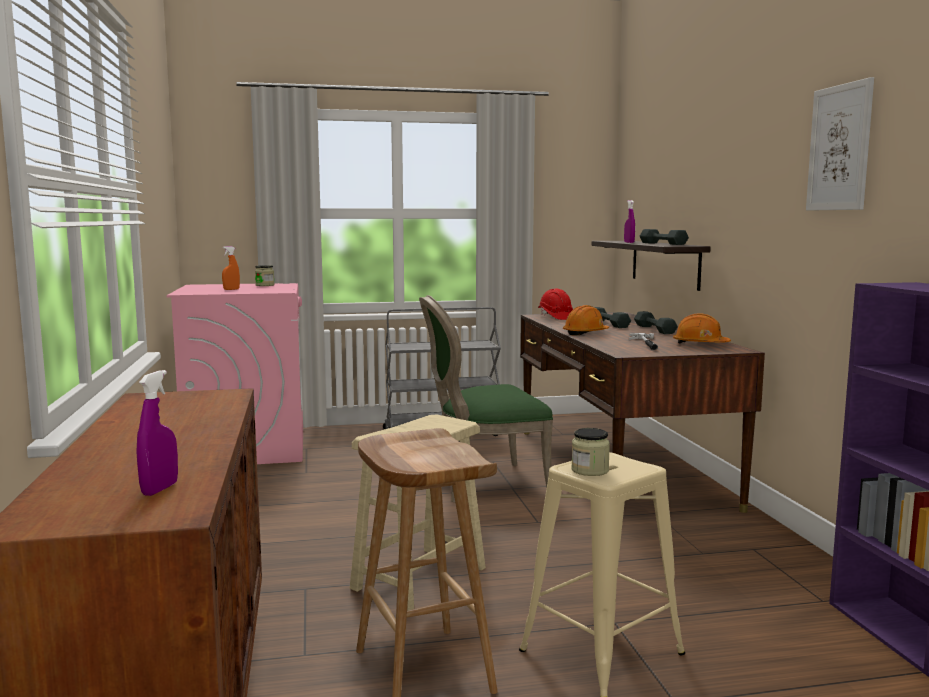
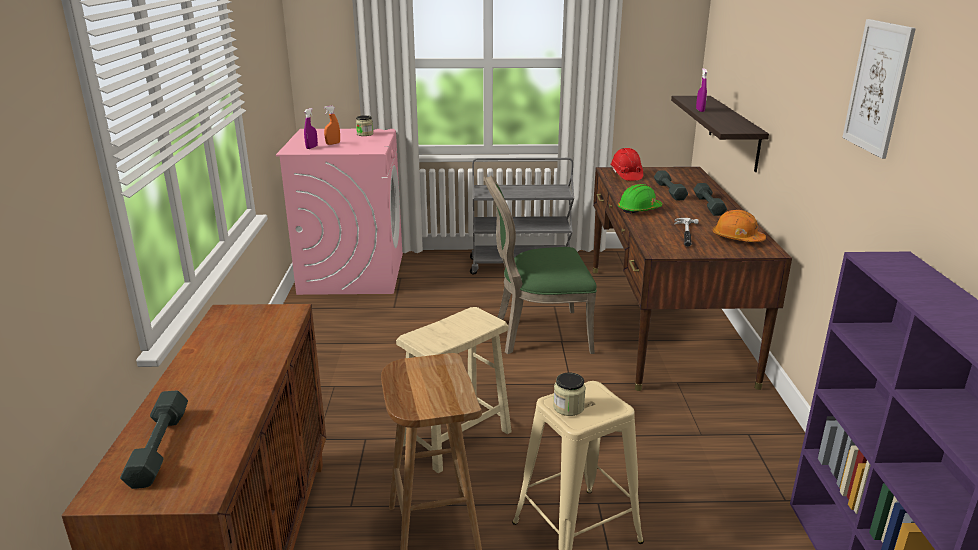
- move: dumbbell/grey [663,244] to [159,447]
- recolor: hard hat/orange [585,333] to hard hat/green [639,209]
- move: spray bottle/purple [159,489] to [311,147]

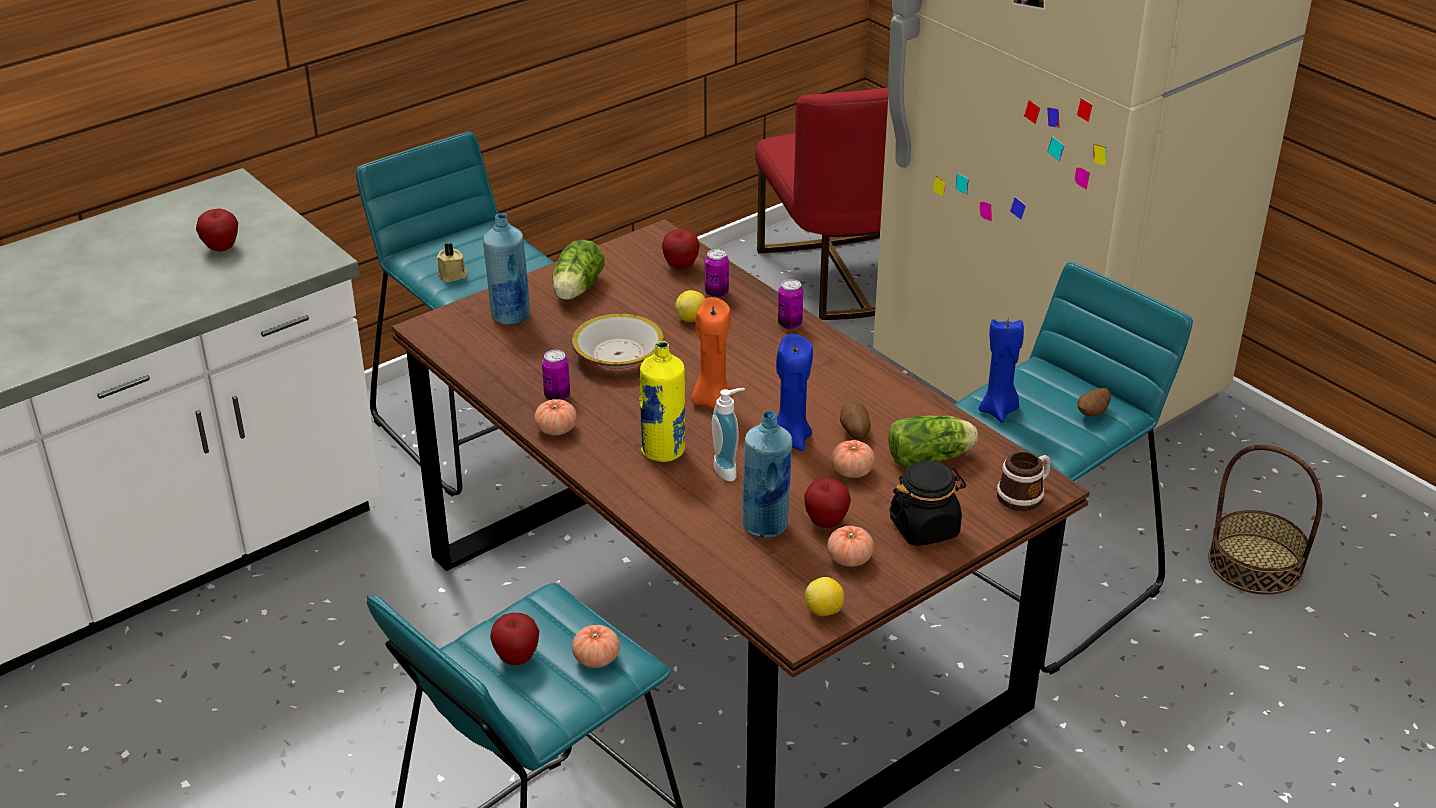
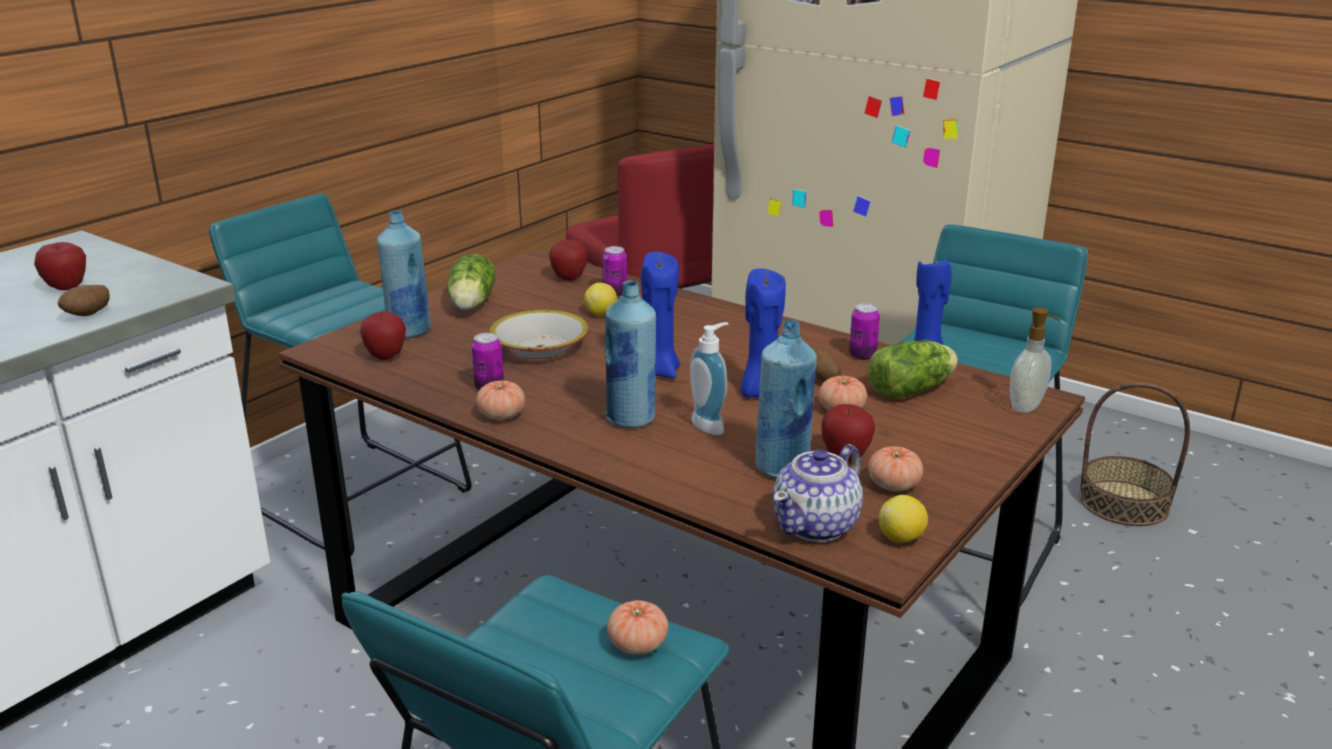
- delete: candle/beige [453,275]
- move: can [789,324] to [862,355]
- recolor: candle/orange [711,400] to candle/blue [658,372]
- recolor: bottle/yellow [663,451] to bottle/blue [631,419]
- move: potato [1092,414] to [88,315]
- replace: mug [1025,495] to soap dispenser [1027,407]
- delete: jar/black [925,528]
- move: apple [517,658] to [386,356]
- insert: teapot [817,525]

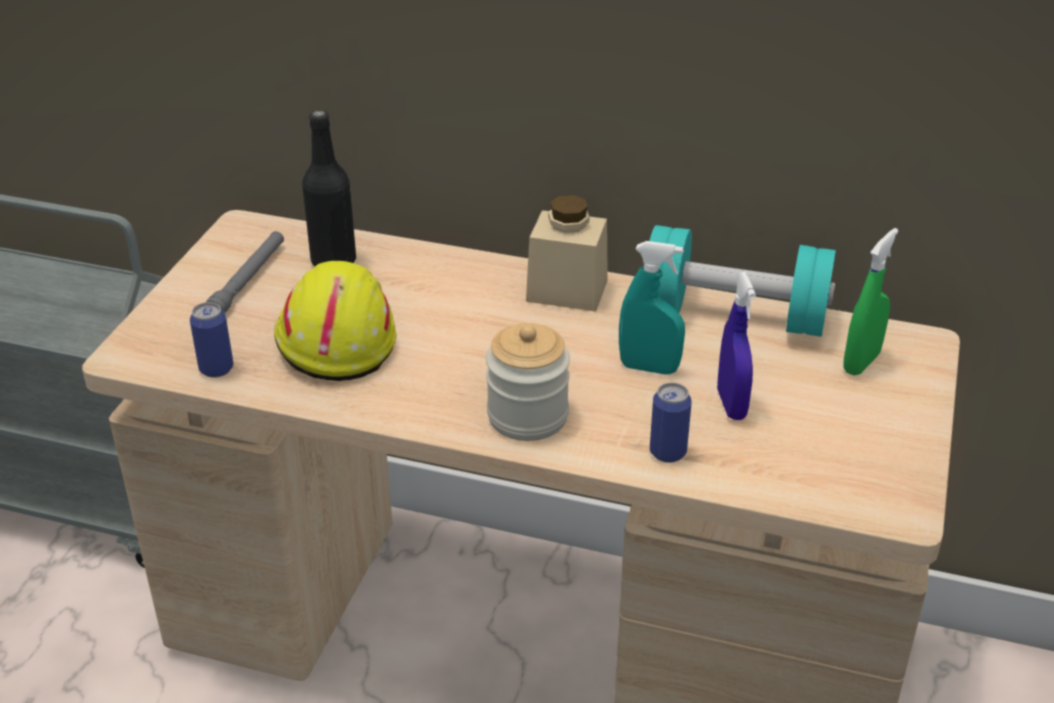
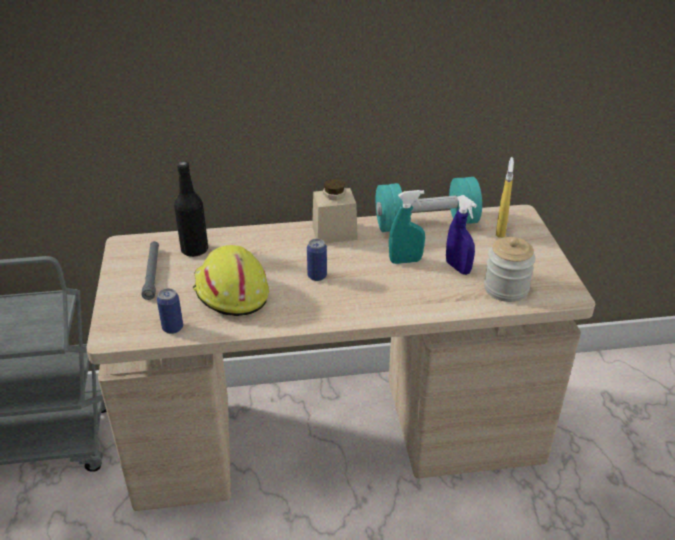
- recolor: spray bottle/green [861,362] to spray bottle/yellow [500,230]
- move: jar [527,416] to [506,288]
- move: can [667,452] to [317,276]

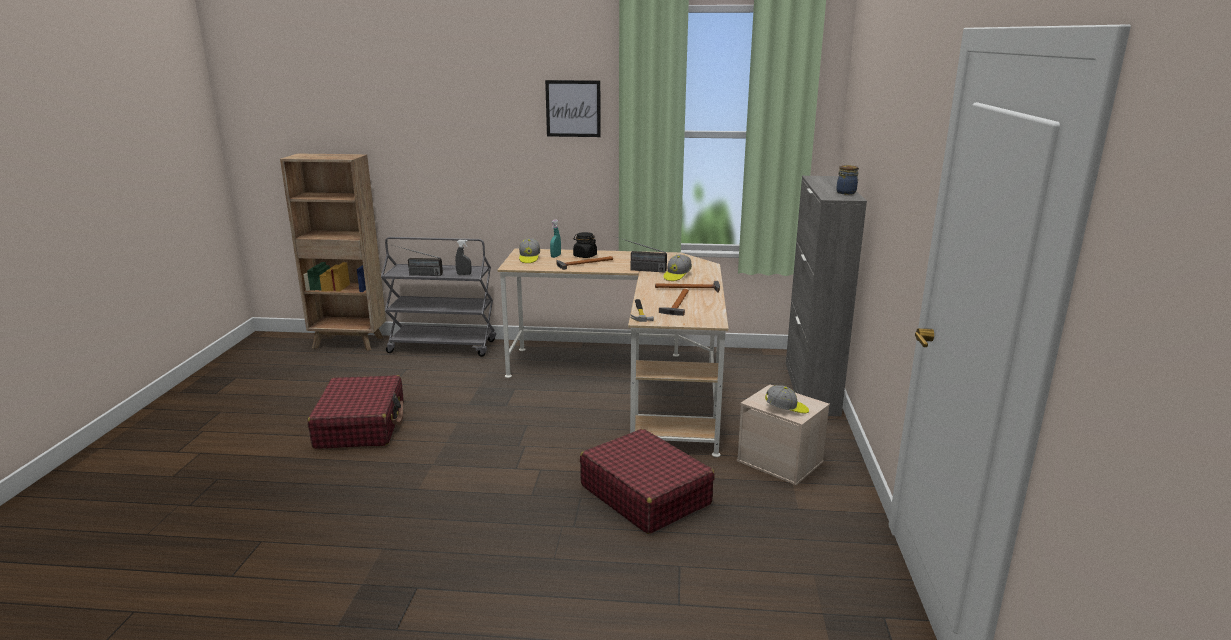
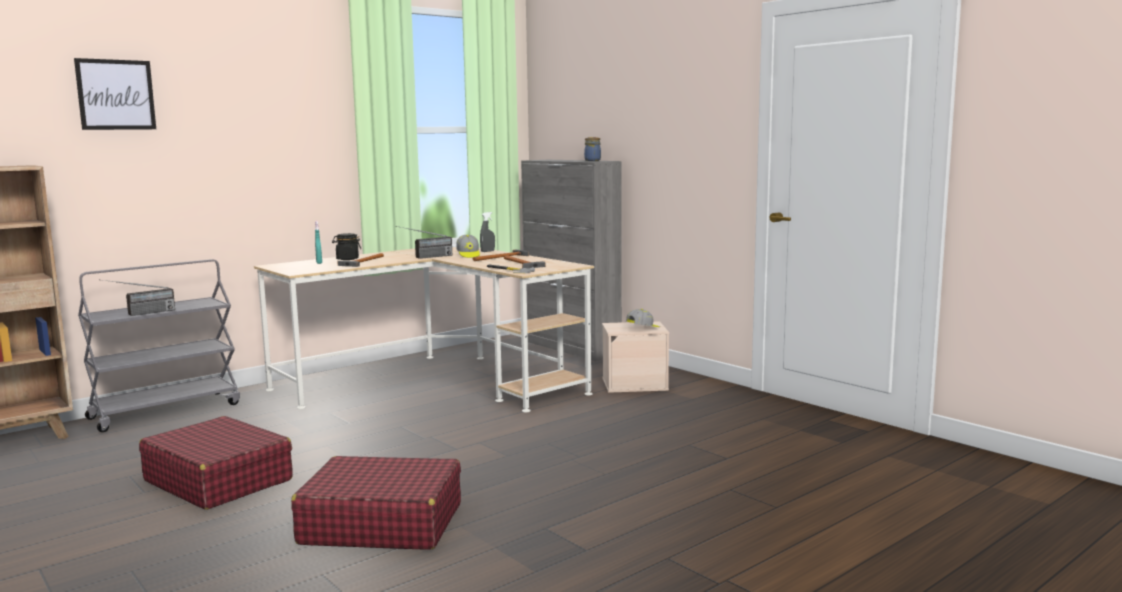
- move: picture [573,108] to [116,94]
- delete: cap [529,258]
- move: spray bottle/grey [464,274] to [487,251]
- move: suitcase/red [645,494] to [381,524]

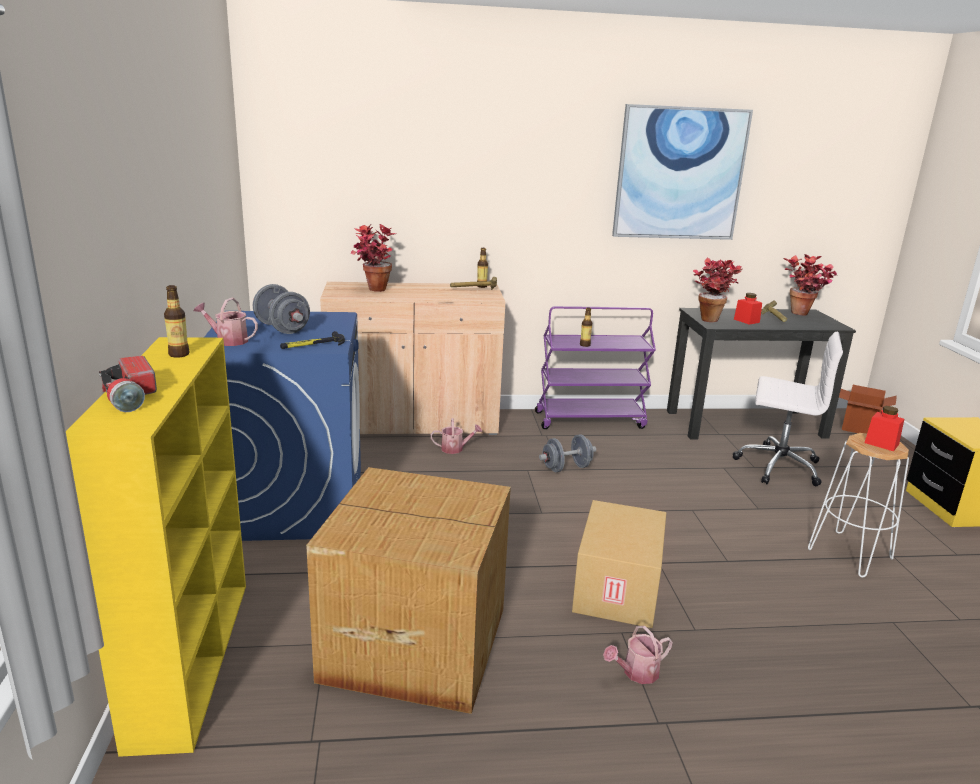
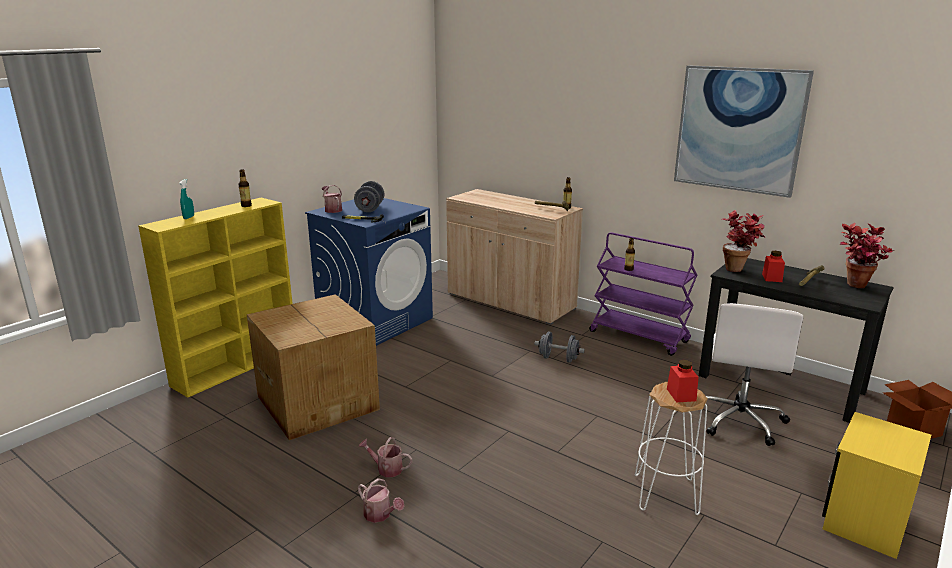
- delete: potted plant [372,291]
- rotate: office chair/white [777,466] = [739,420] 45 degrees clockwise
- replace: flashlight [130,396] to spray bottle/turquoise [189,217]
- move: watering can [455,449] to [380,515]
- delete: cardboard box [615,587]

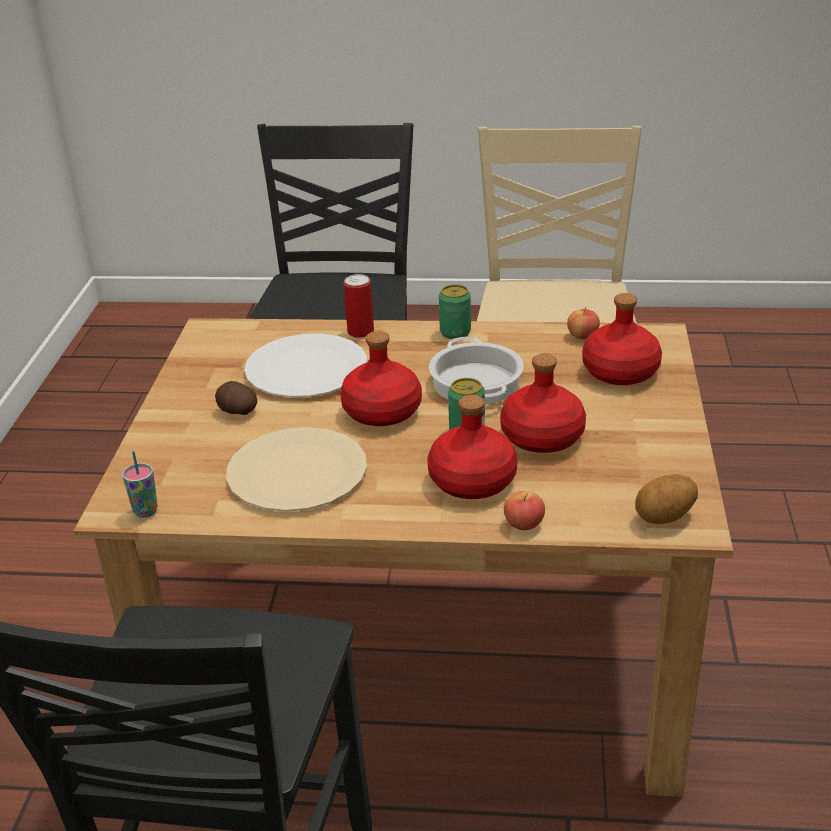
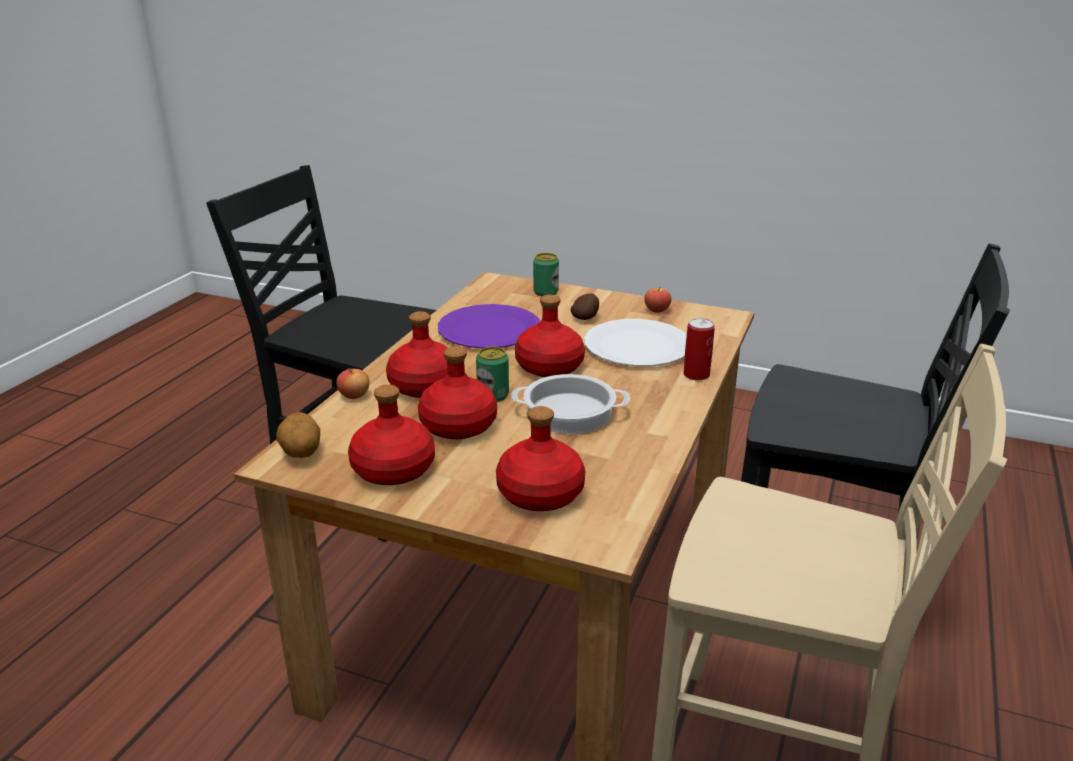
- move: can [455,332] to [545,292]
- move: apple [582,336] to [657,310]
- recolor: plate/beige [297,473] to plate/purple [489,330]
- delete: cup [145,511]
- insert: bottle/red [392,469]

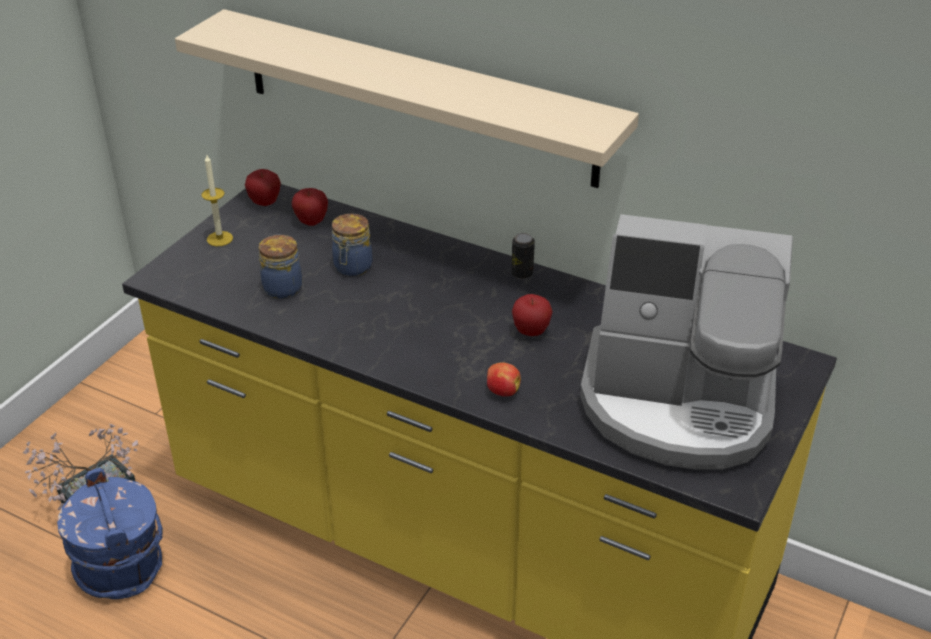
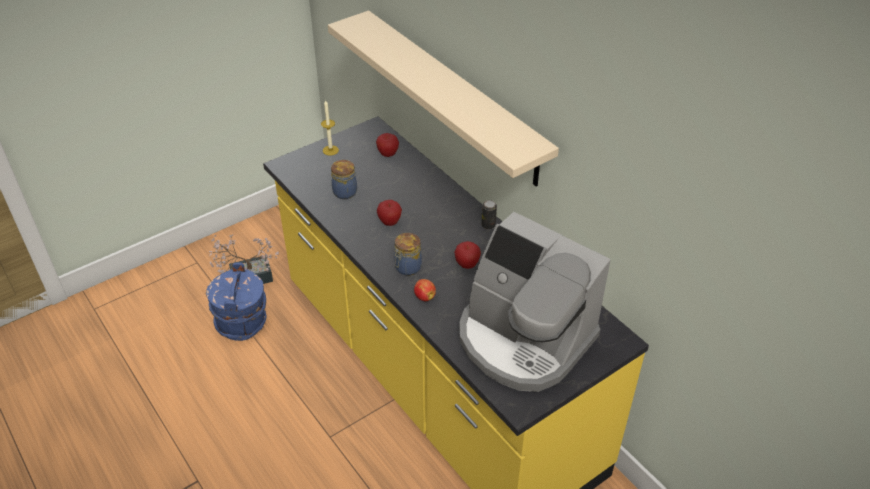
- move: apple [265,203] to [389,222]
- move: jar [352,267] to [407,268]

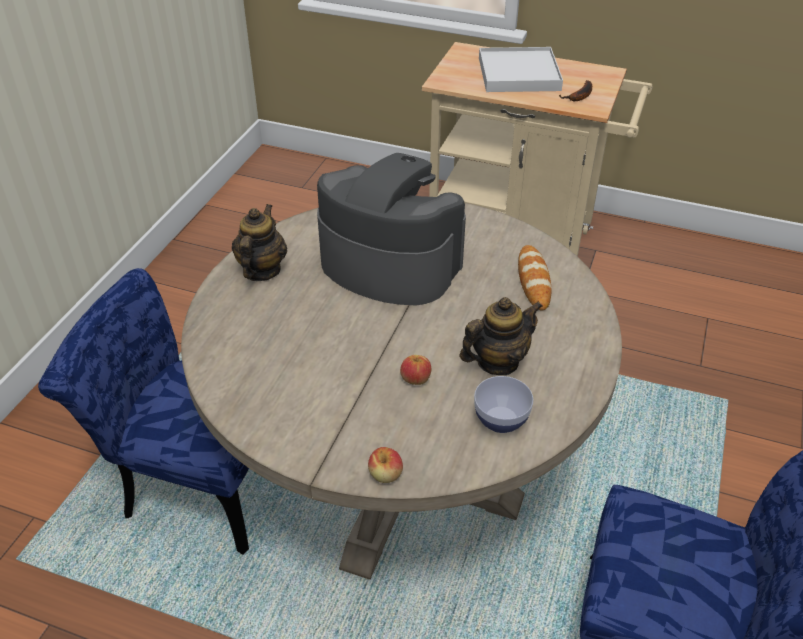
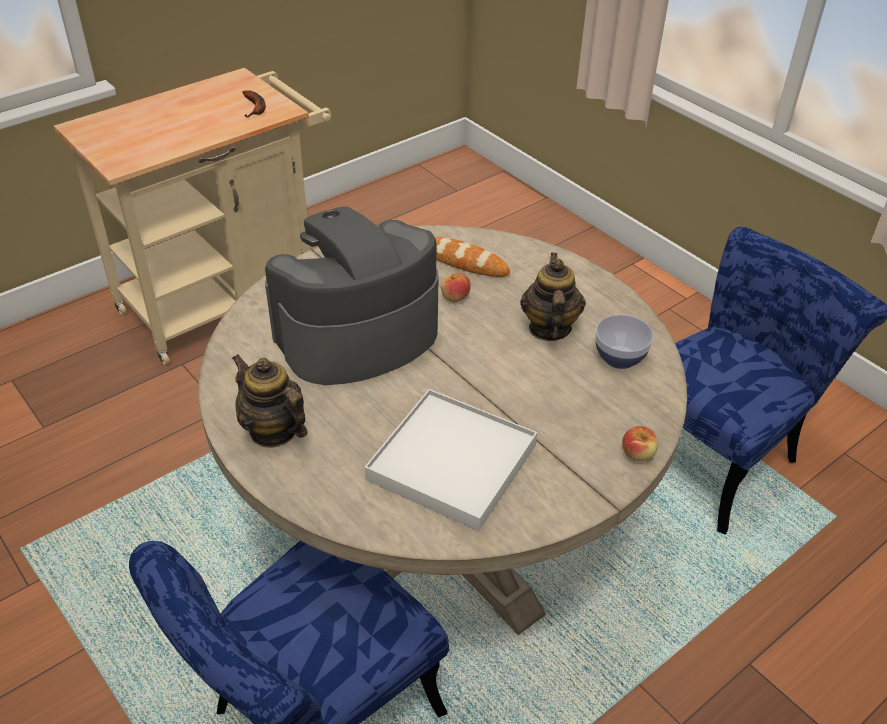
- move: tray/white [518,74] to [452,463]
- move: apple [415,378] to [455,297]

